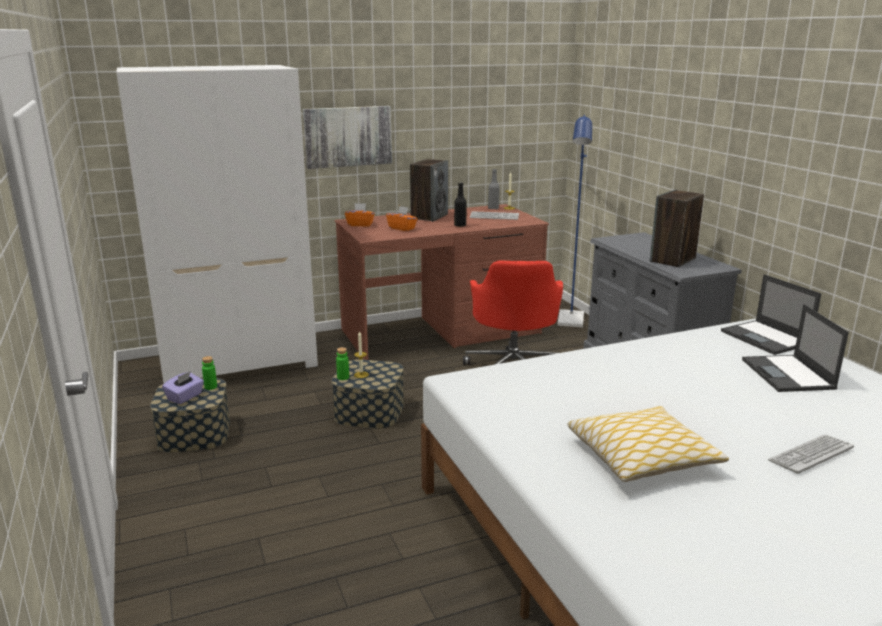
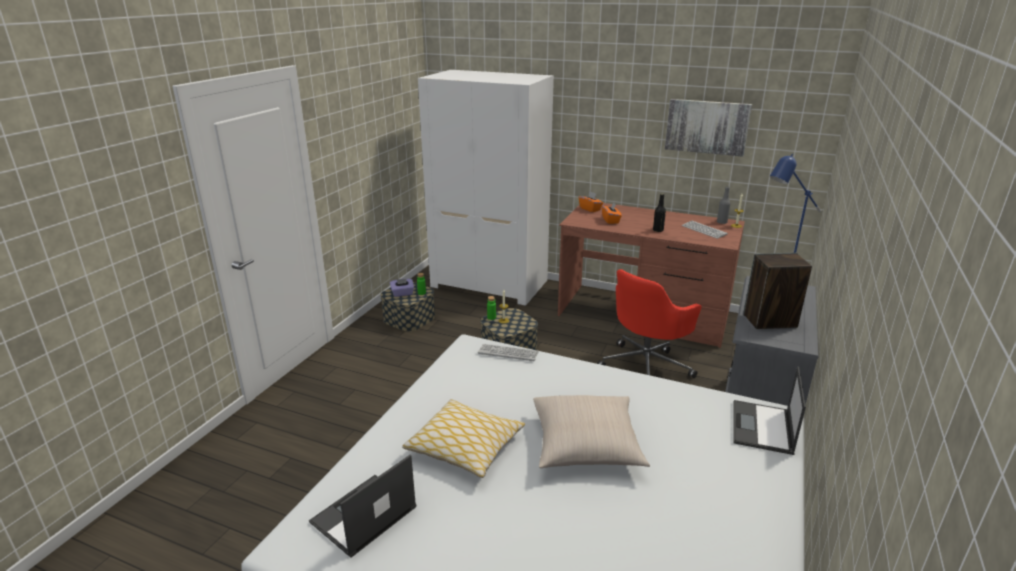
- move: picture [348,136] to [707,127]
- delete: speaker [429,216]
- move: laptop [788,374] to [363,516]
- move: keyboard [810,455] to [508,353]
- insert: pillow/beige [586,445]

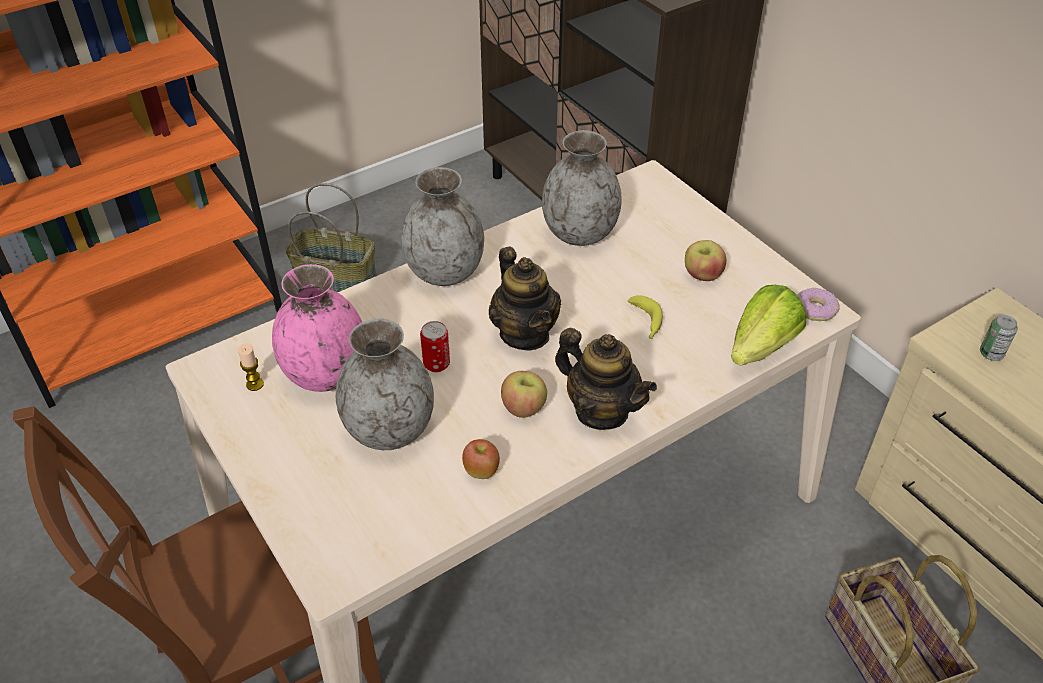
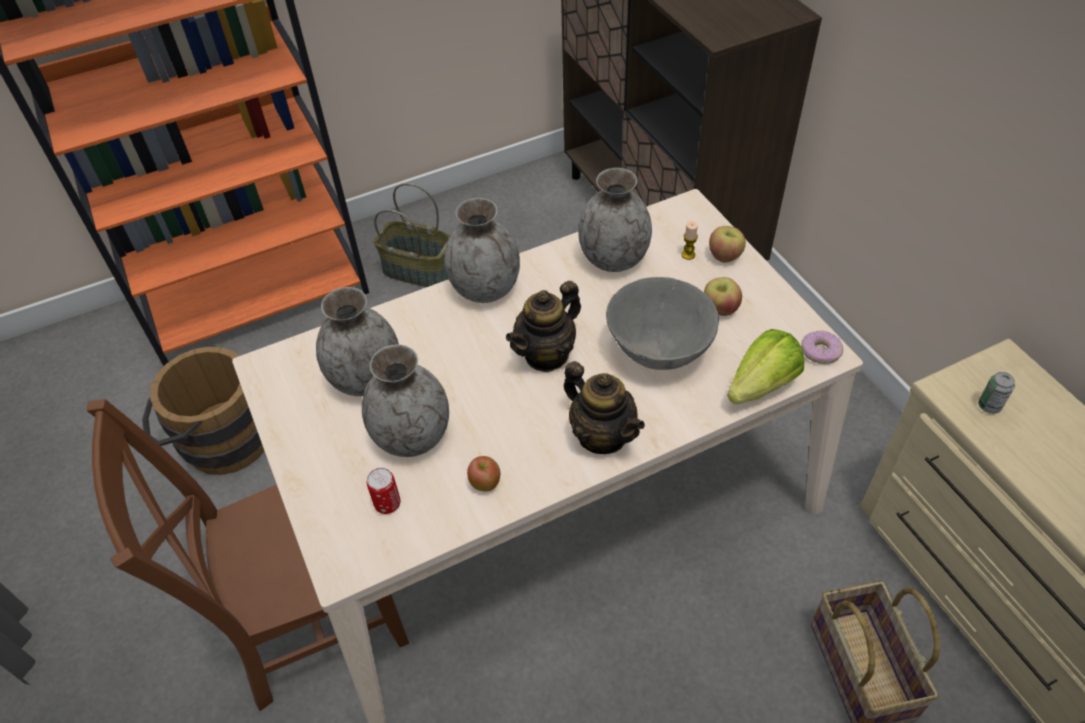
- rotate: teapot [525,333] = [546,354] 60 degrees clockwise
- recolor: vase/pink [325,374] to vase/grey [365,379]
- replace: banana [645,323] to bowl/grey [658,352]
- move: can [436,364] to [387,504]
- move: candle [255,384] to [688,255]
- move: apple [524,408] to [725,256]
- insert: bucket/brown [218,439]

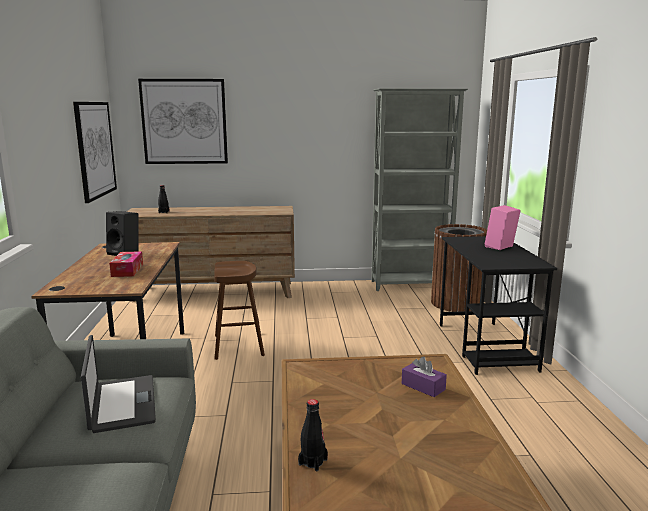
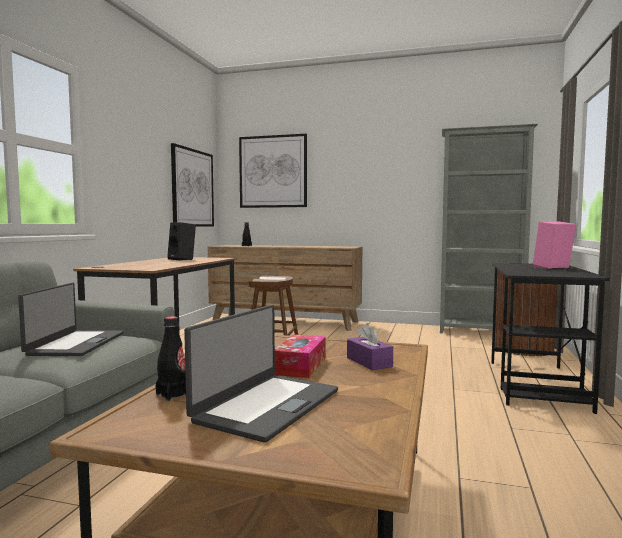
- move: tissue box [127,270] to [300,365]
- insert: laptop [266,405]

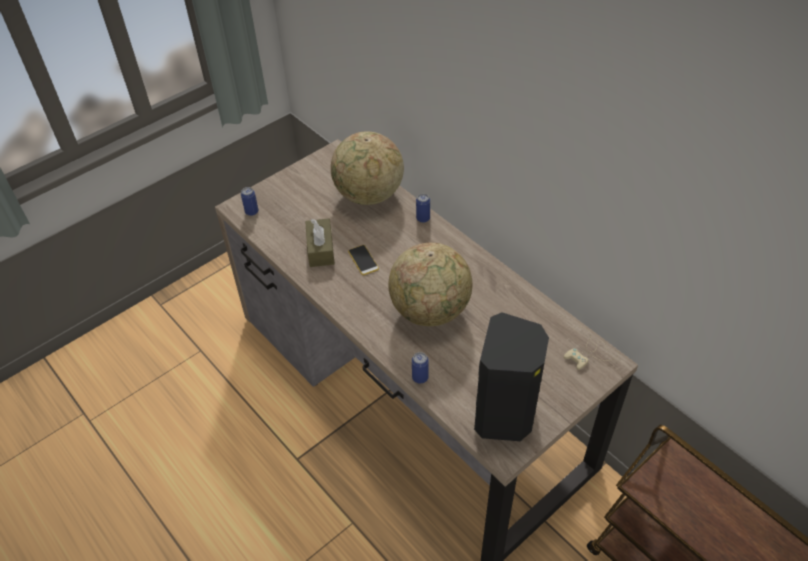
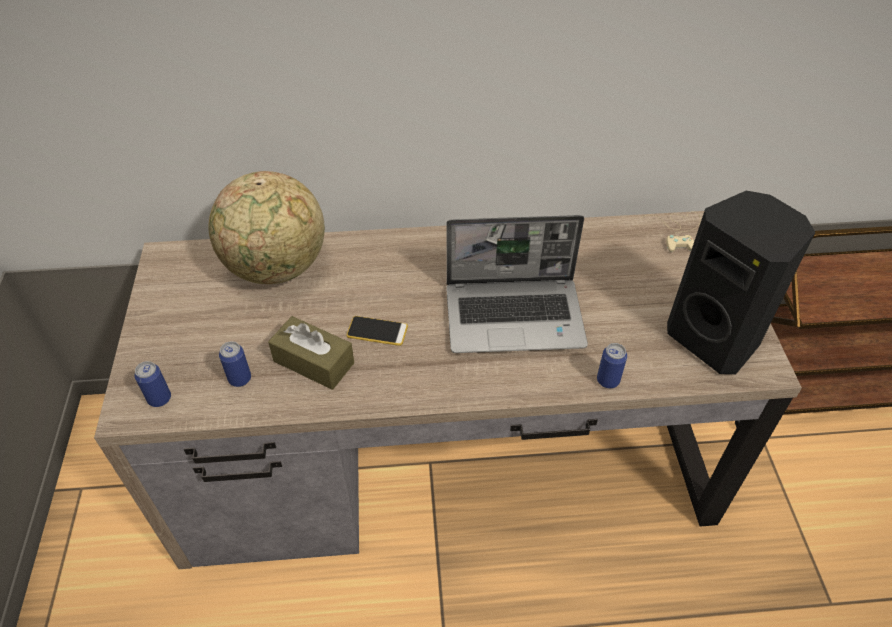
- move: can [423,218] to [240,379]
- replace: globe [430,311] to laptop [515,316]

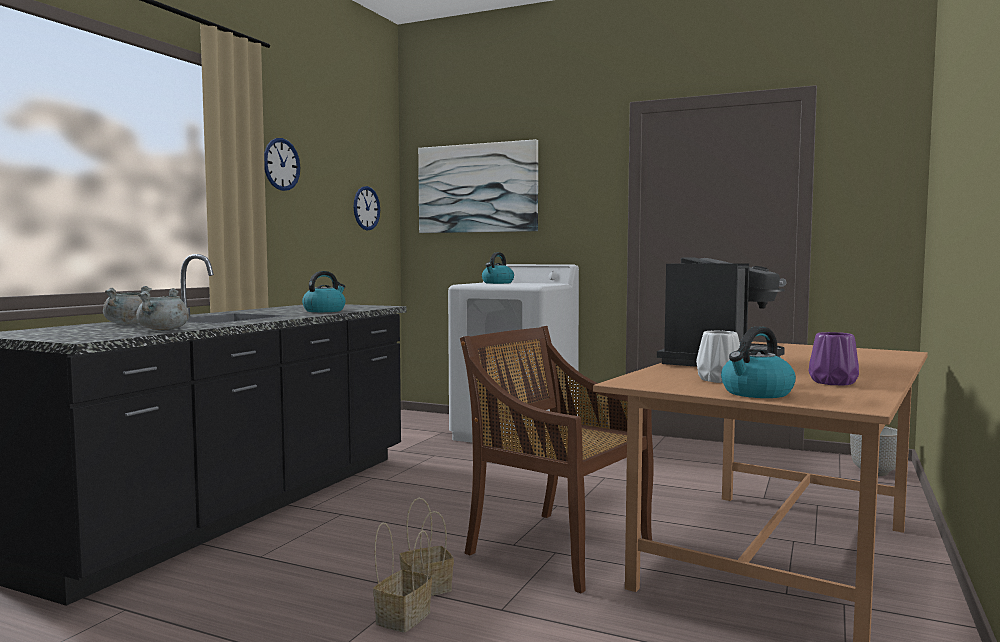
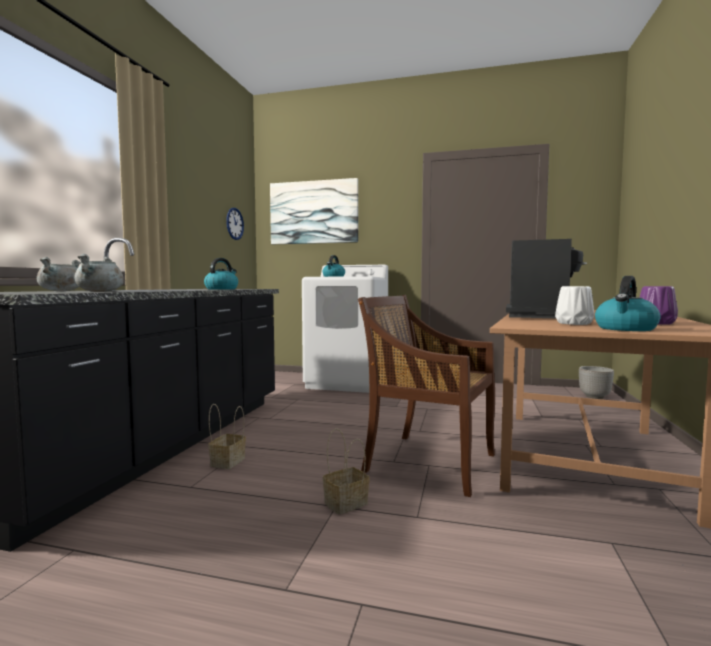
- delete: wall clock [281,164]
- move: basket [403,617] to [228,461]

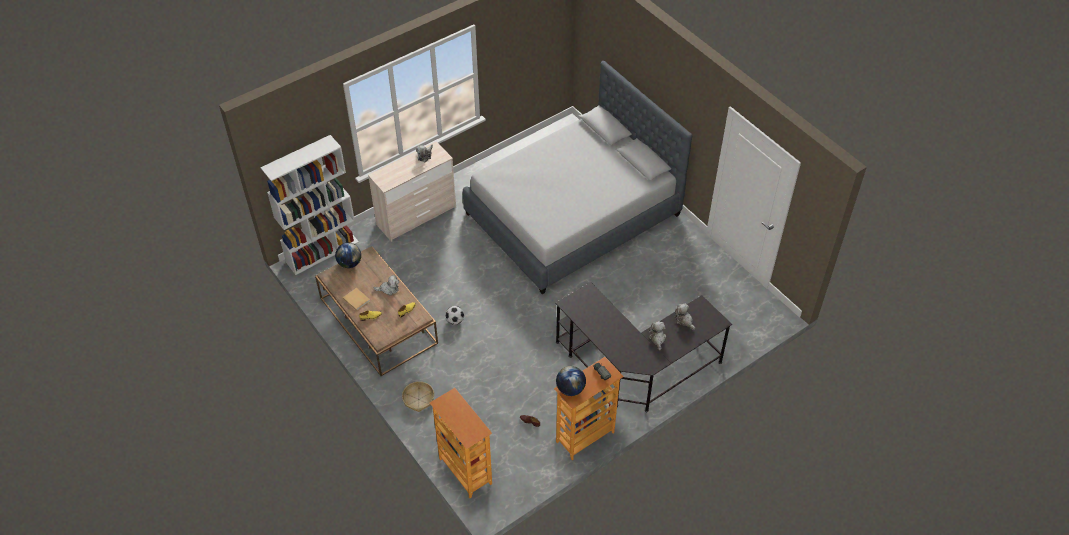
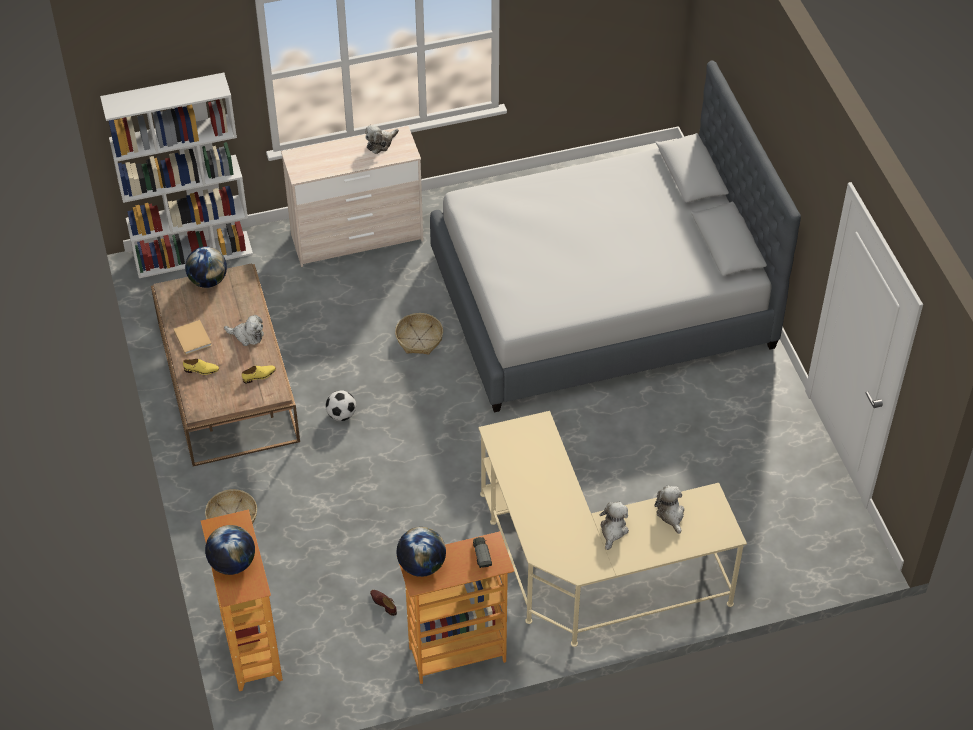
- recolor: desk/black [636,367] to desk/beige [589,571]
- insert: basket [419,339]
- insert: globe [232,563]

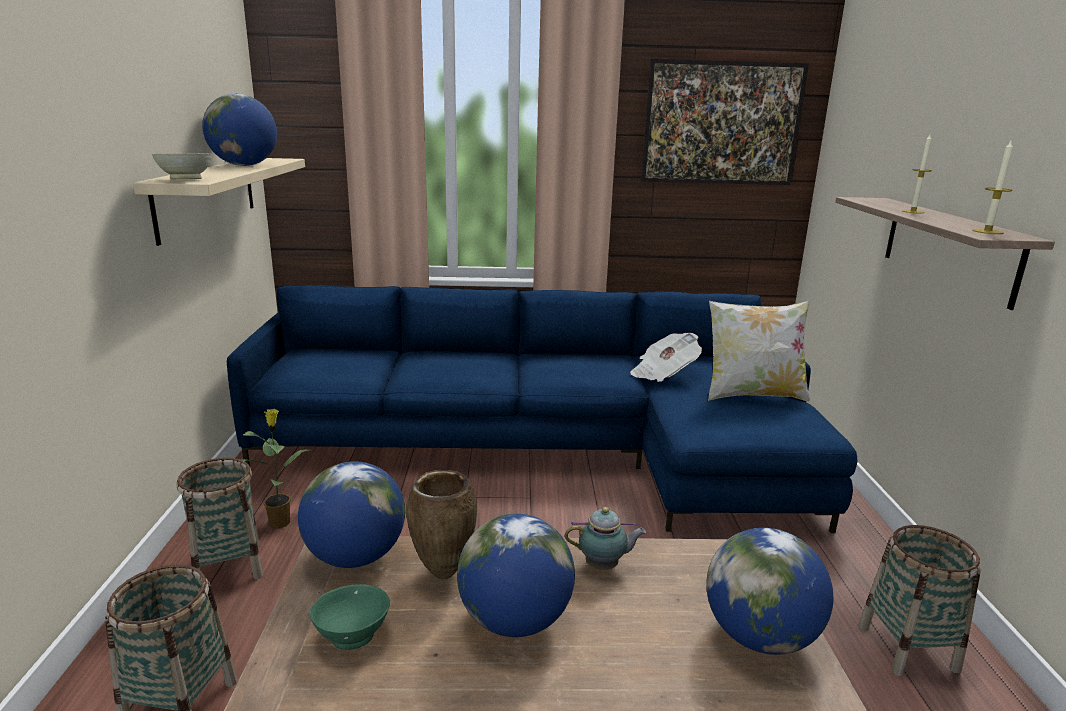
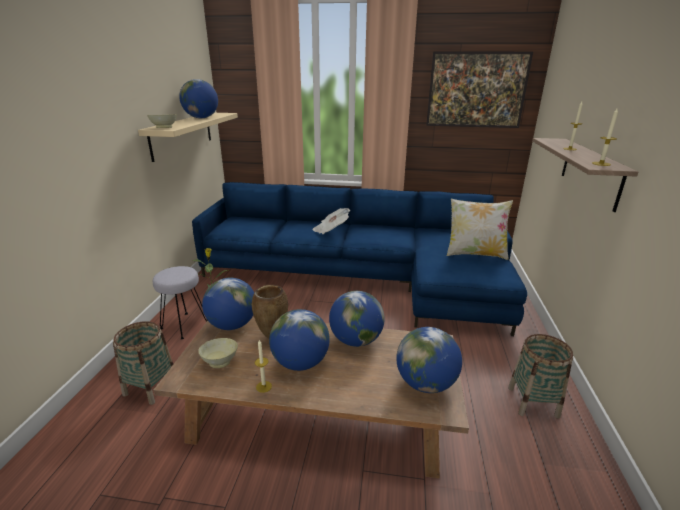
- move: newspaper [663,373] to [331,230]
- replace: basket [229,567] to stool/grey [185,326]
- replace: teapot [604,566] to globe [356,340]
- recolor: bowl/green [353,635] to bowl/beige [221,362]
- insert: candle [264,386]

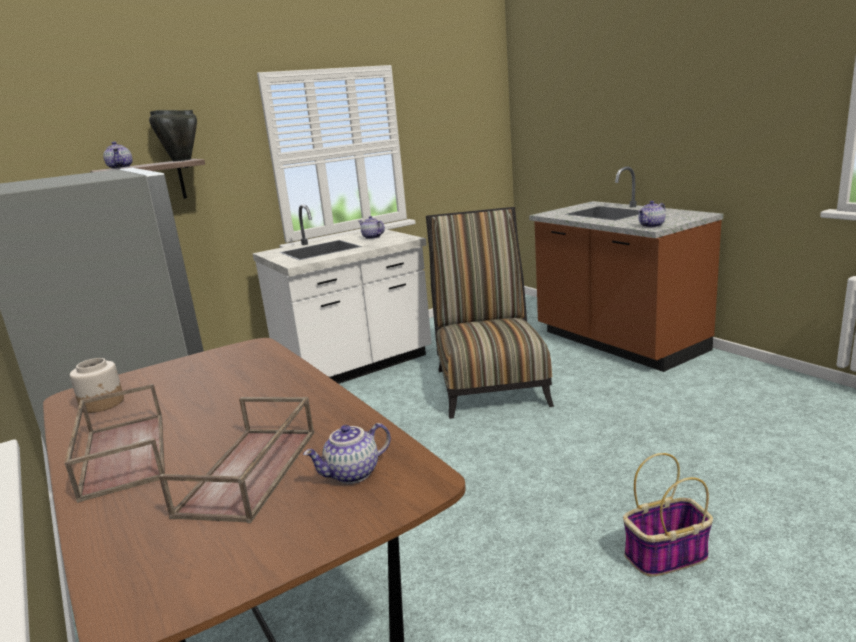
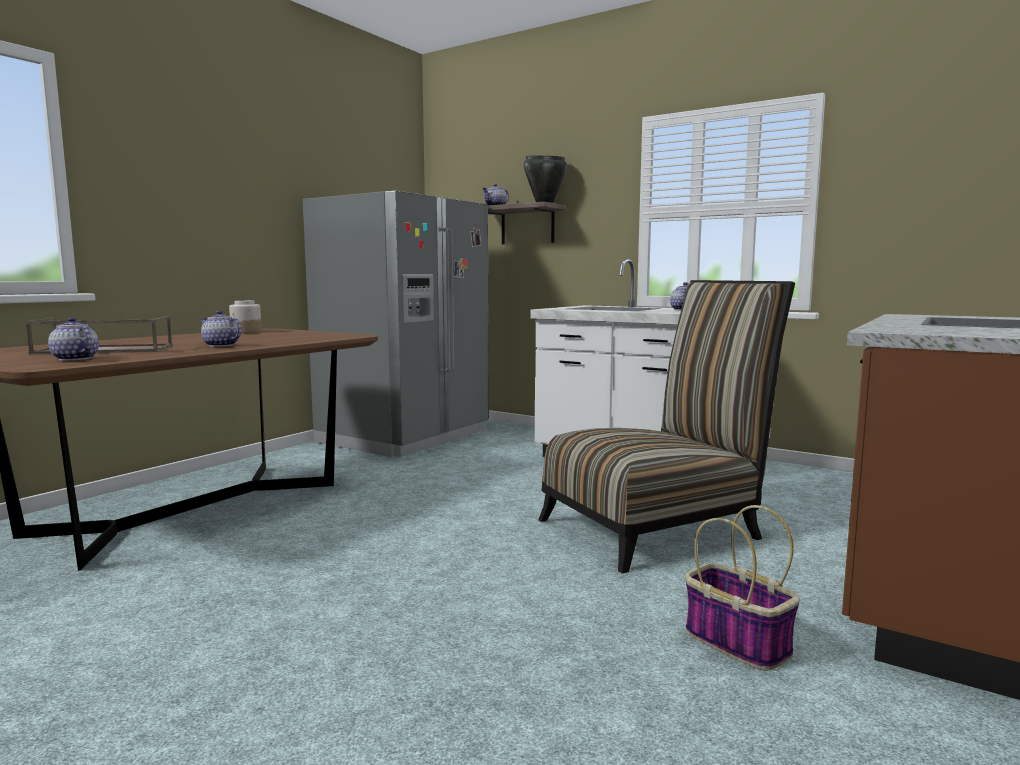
- move: teapot [652,226] to [220,345]
- delete: tray/brown [122,454]
- move: basket [665,556] to [734,642]

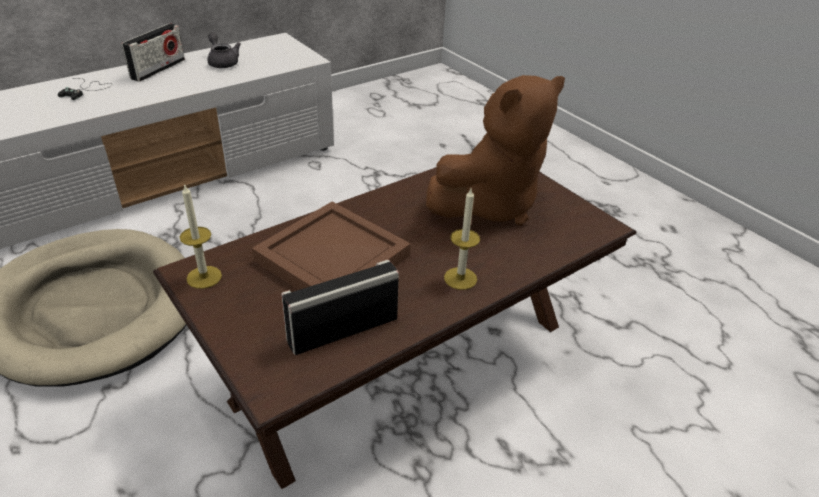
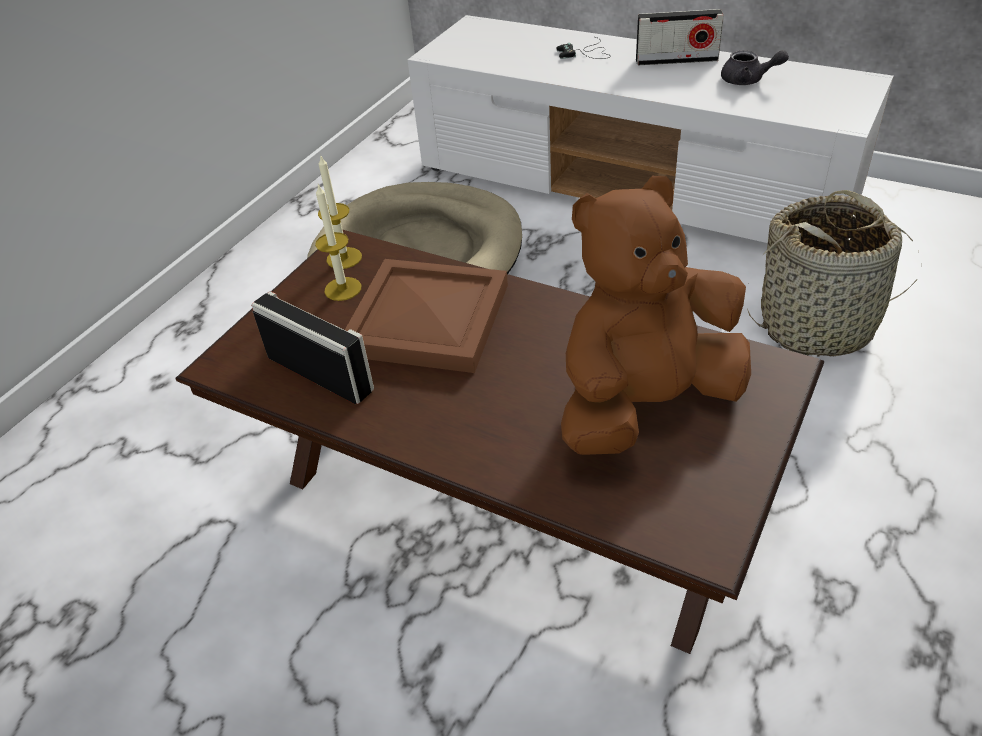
- rotate: teapot/grey [222,62] = [748,80] 75 degrees clockwise
- rotate: plush toy/brown [489,204] = [645,403] 120 degrees clockwise
- move: candle [460,278] to [343,289]
- insert: basket [817,324]

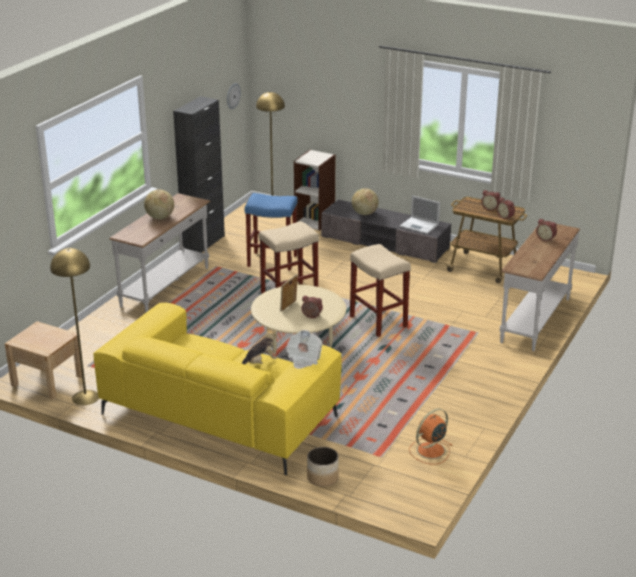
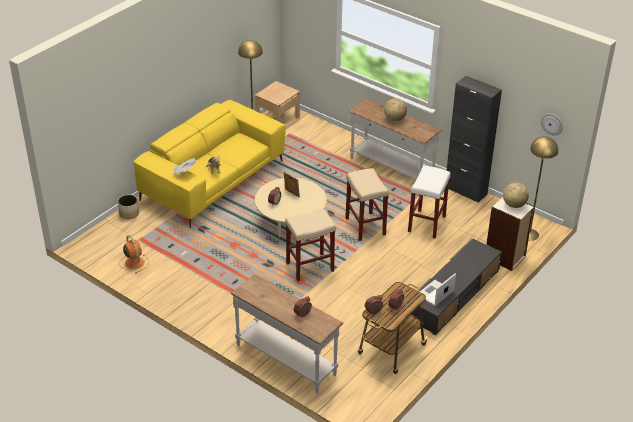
- move: globe [364,213] to [514,205]
- recolor: stool/blue [273,261] to stool/white [427,224]

